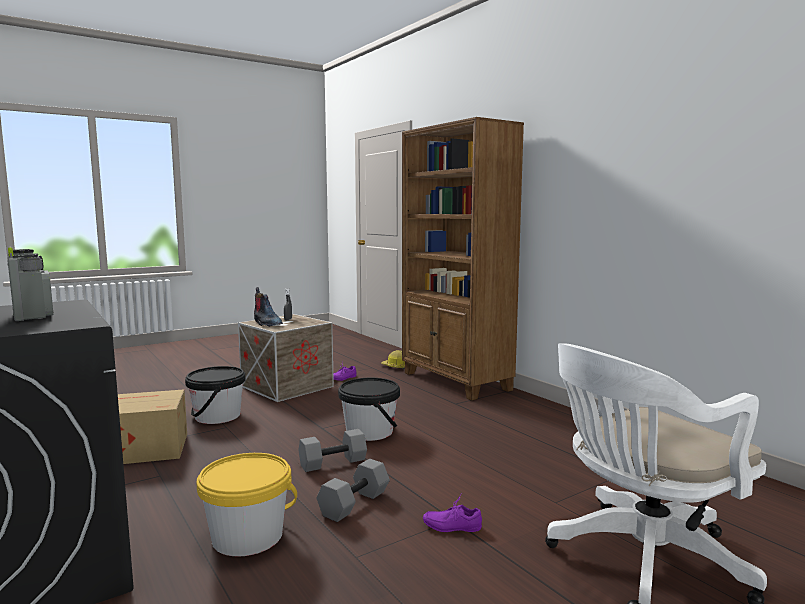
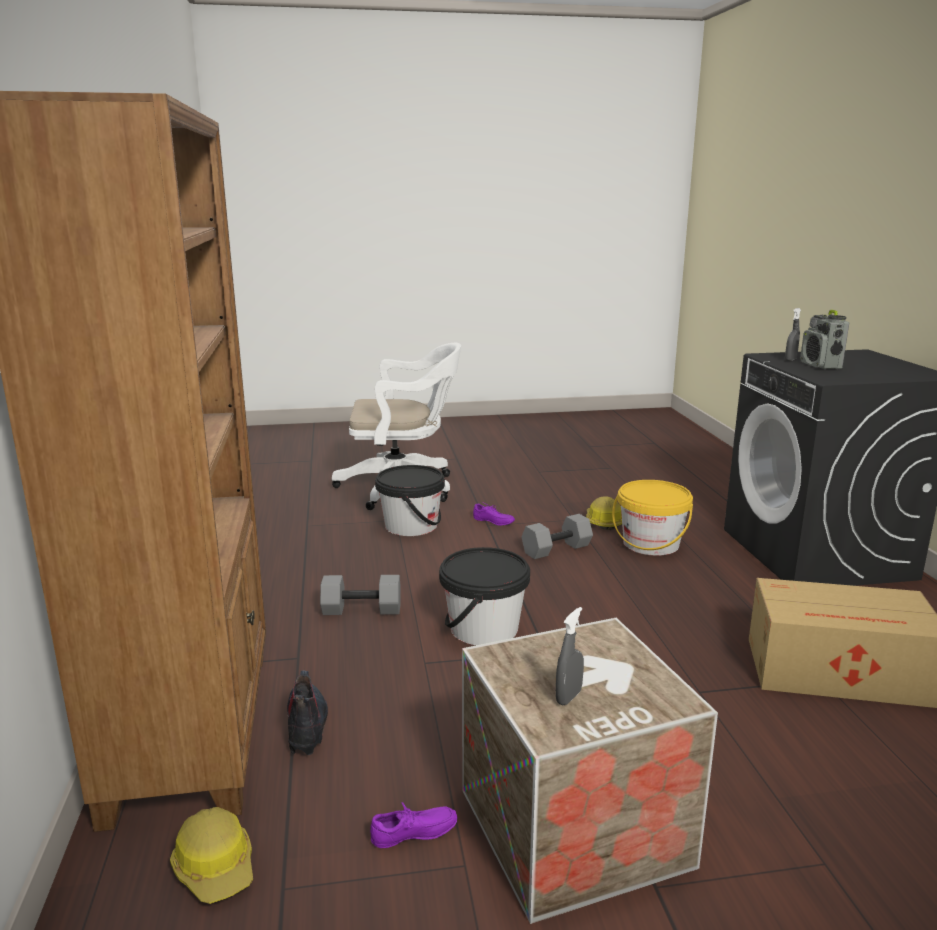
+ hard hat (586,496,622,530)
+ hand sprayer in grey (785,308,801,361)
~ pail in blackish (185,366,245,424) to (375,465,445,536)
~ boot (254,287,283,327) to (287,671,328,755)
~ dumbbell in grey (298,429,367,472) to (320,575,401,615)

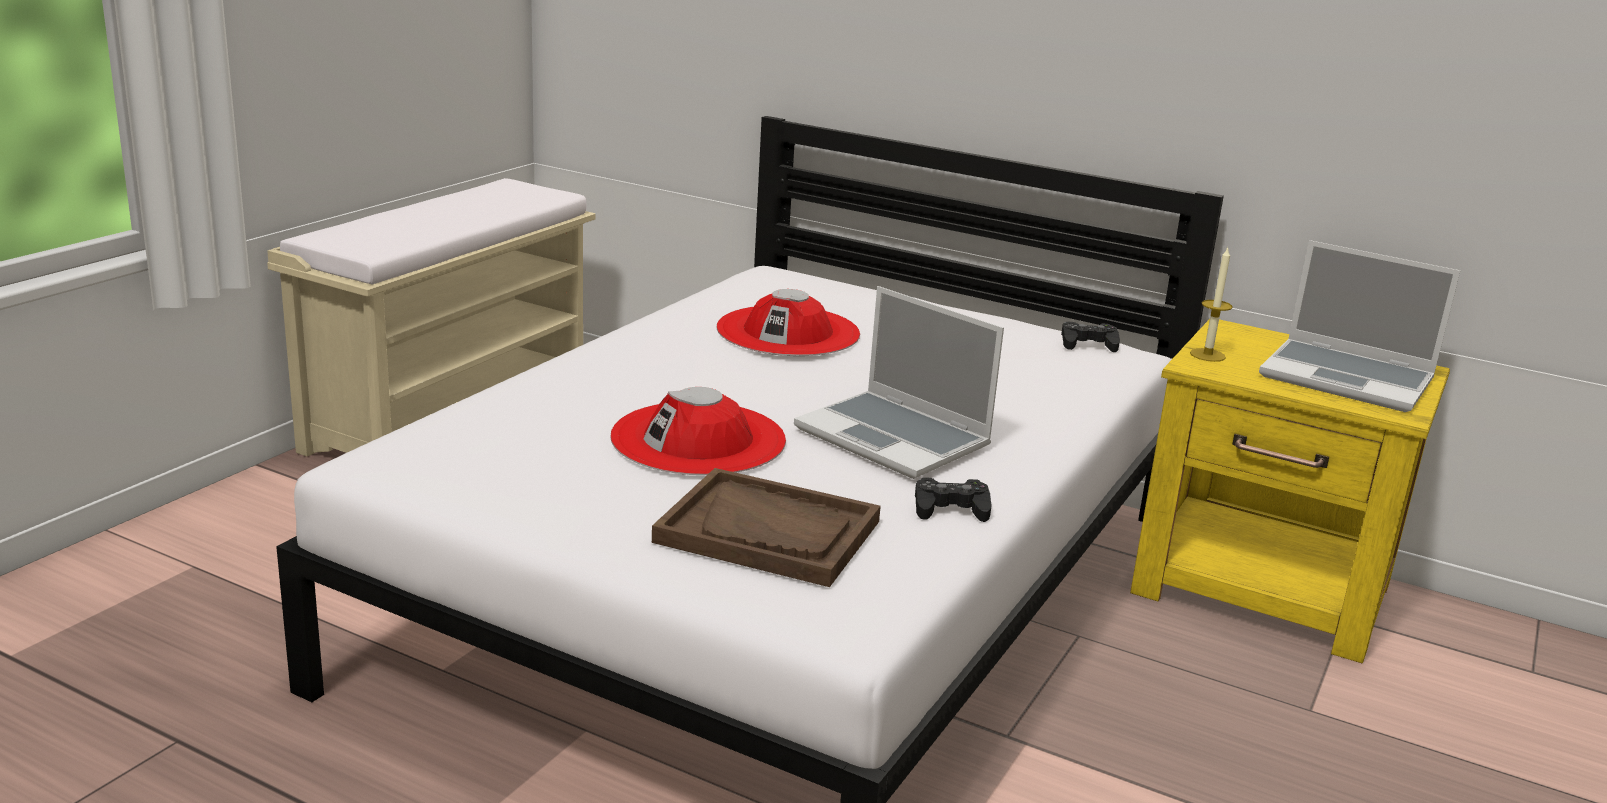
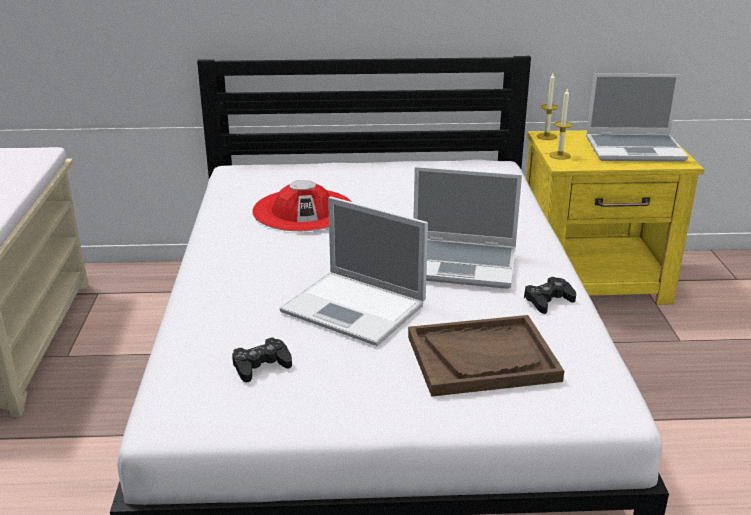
+ wax light (537,73,559,140)
~ gamepad in blackish (1061,322,1120,352) to (232,338,292,382)
~ wearable hat in reddish (610,387,786,475) to notebook computer (280,197,428,346)

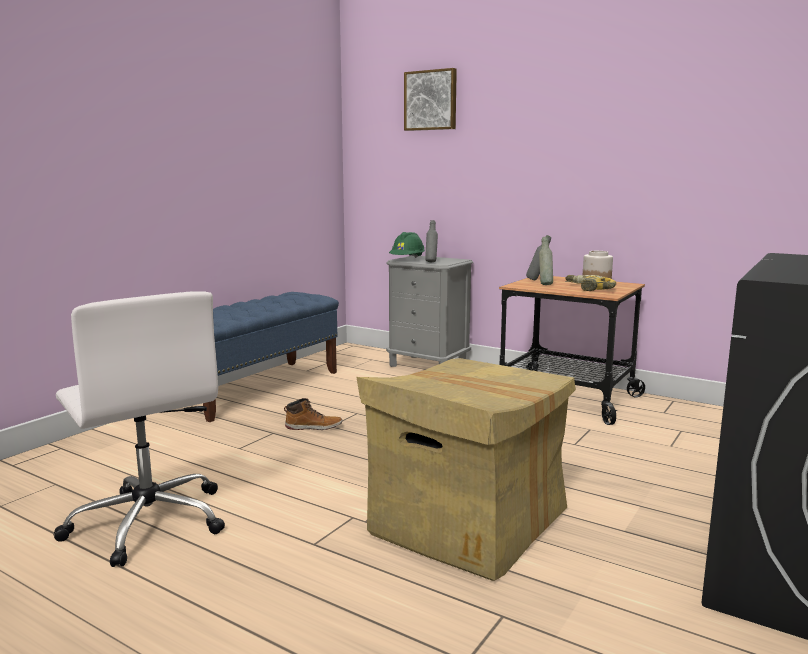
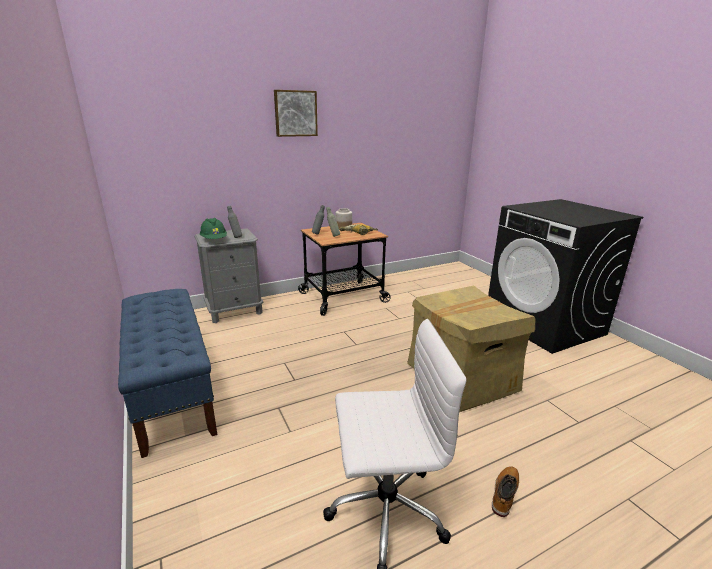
~ boot (284,398,342,430) to (492,466,519,517)
~ wall art (404,68,457,131) to (274,90,318,137)

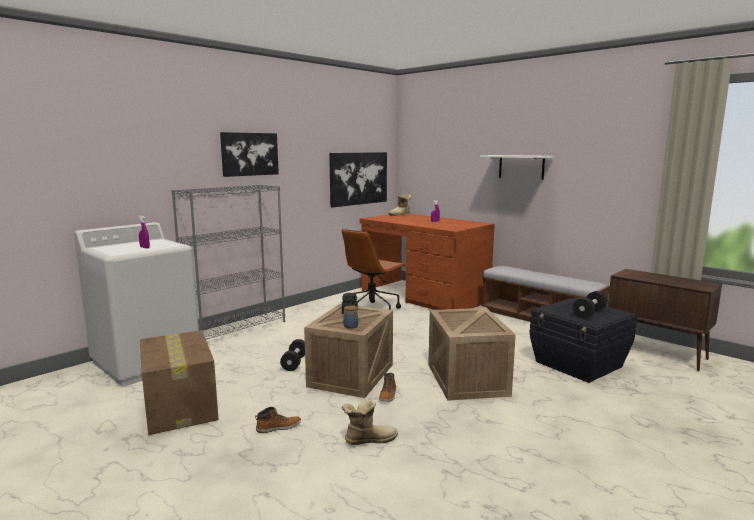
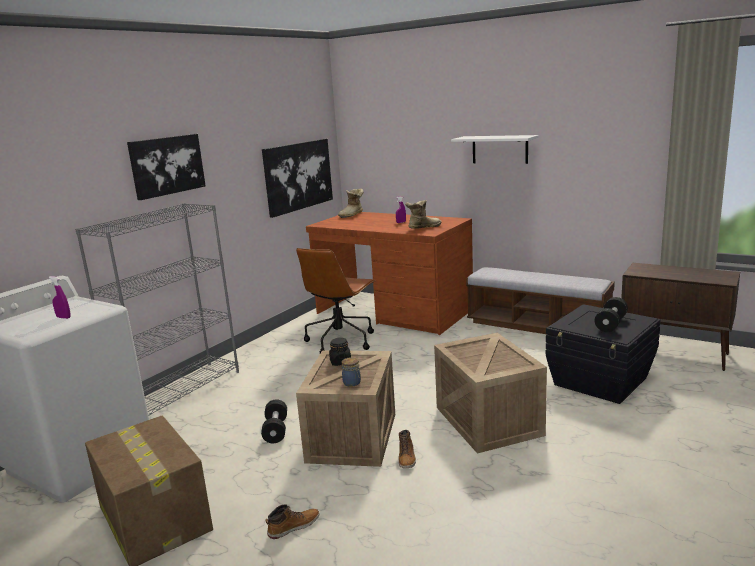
~ boot (342,400,398,445) to (405,200,442,229)

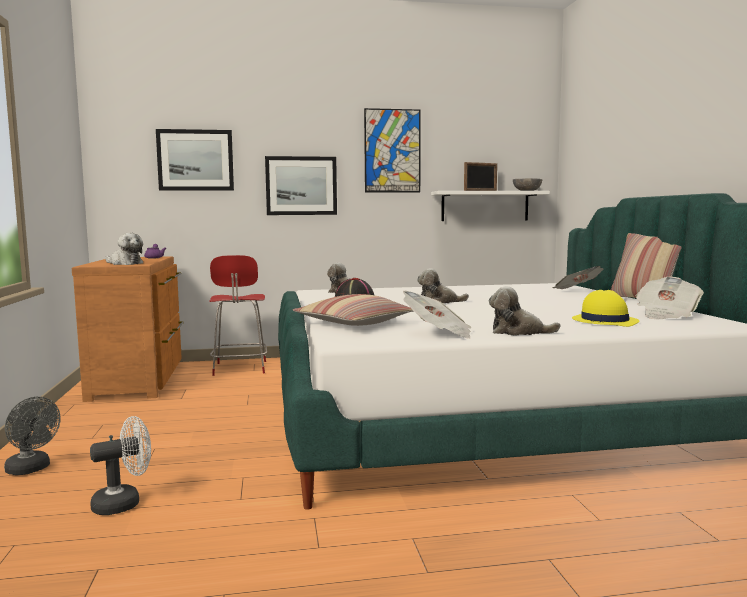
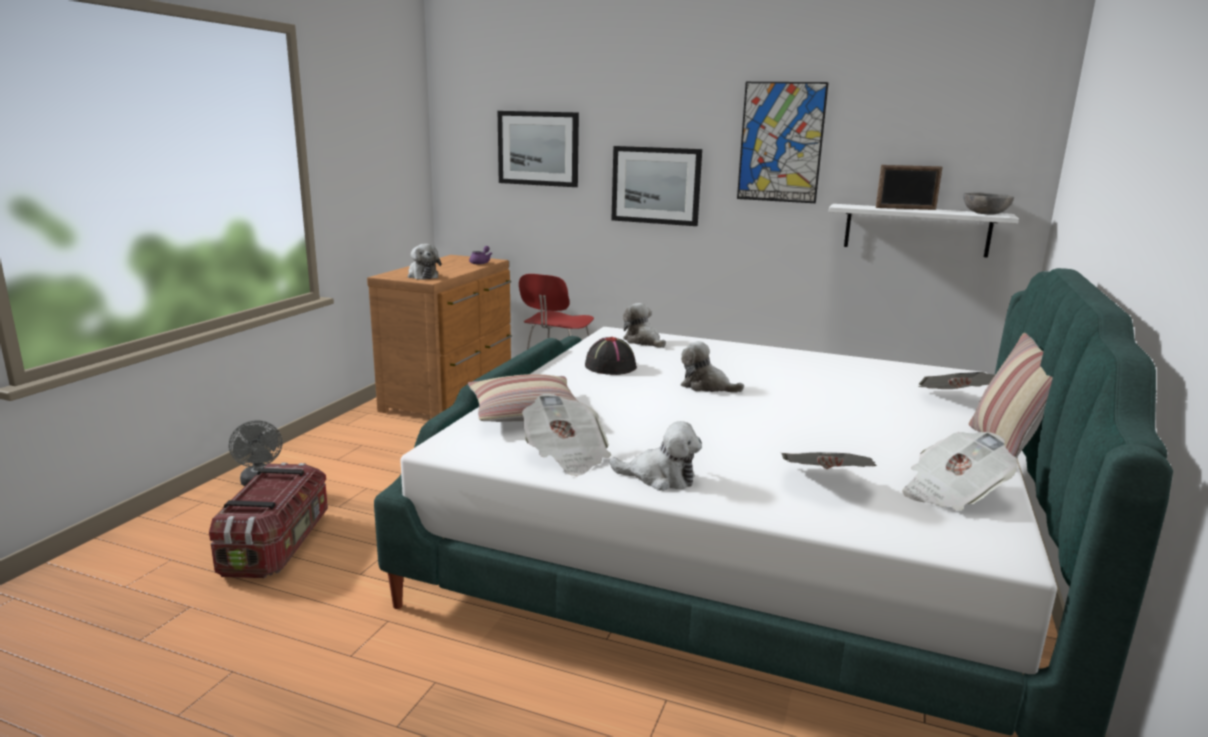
~ electric fan in white (90,416,151,515) to storage container (209,463,328,578)
~ wearable hat in yellow-coloured (572,290,639,327) to daily paper (781,452,877,469)
~ soft toy (489,286,560,336) = (610,421,702,491) 150 degrees clockwise

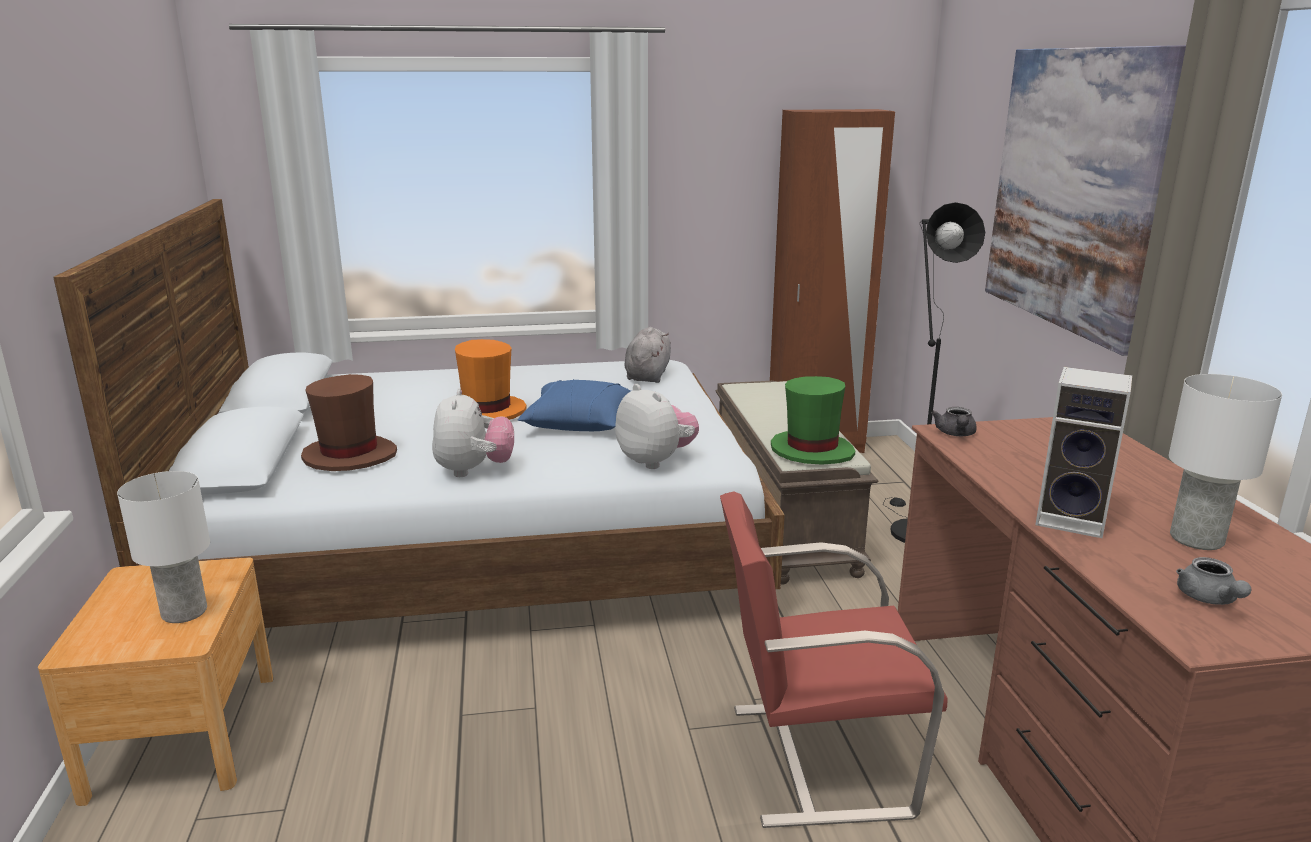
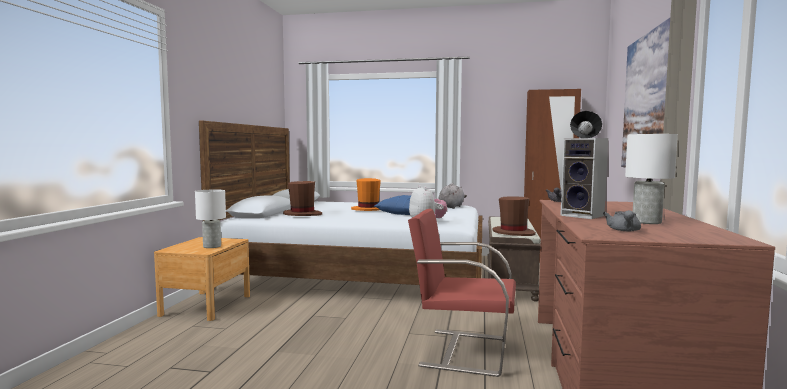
- soft toy (432,388,514,477)
~ wearable hat in green-coloured (771,376,855,465) to wearable hat in brownish (492,196,536,236)

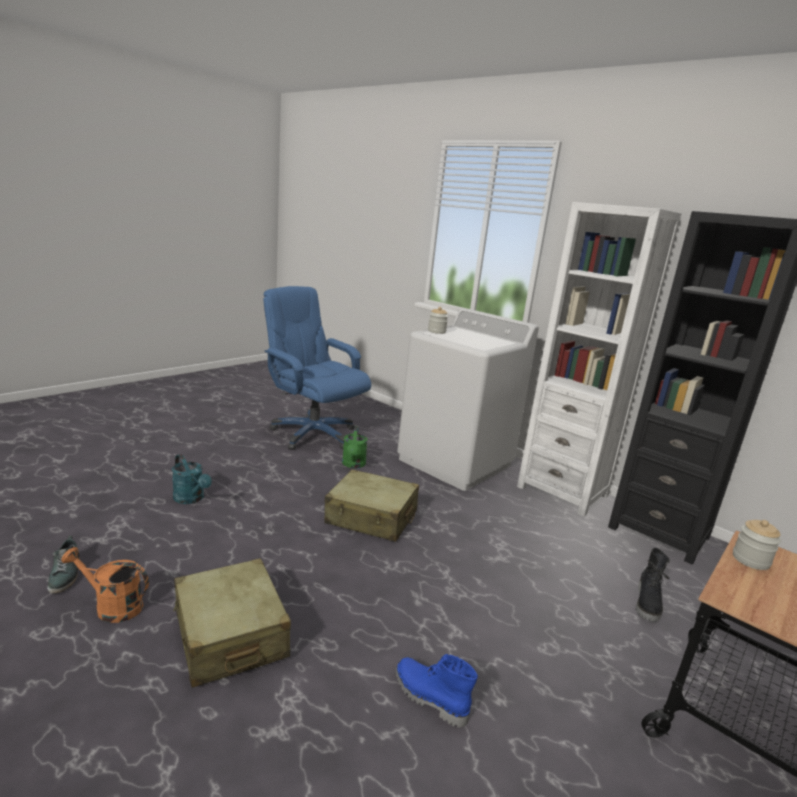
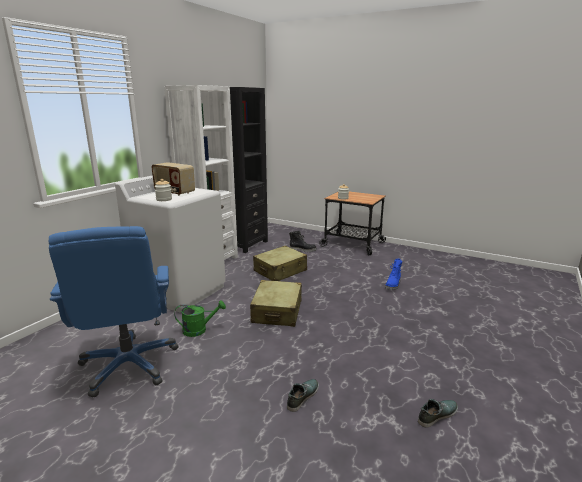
- sprinkling can in orange (61,547,149,623)
+ radio receiver (151,162,195,196)
~ travel case in beige (173,558,291,688) to (253,246,307,281)
~ sprinkling can in blue-green (172,454,212,504) to item of footwear (287,379,319,412)
~ computer chair in blue-coloured (263,286,371,450) = (48,226,179,398) 45 degrees counterclockwise

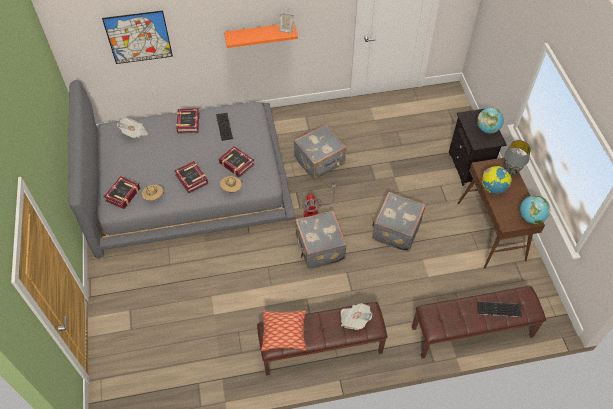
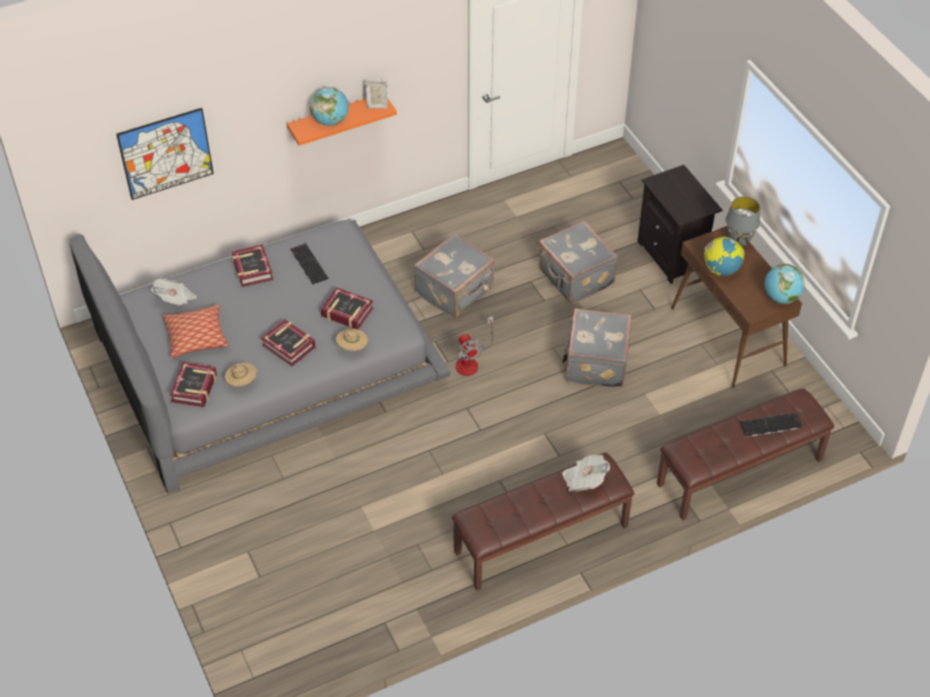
~ cushion (261,310,306,351) to (163,305,228,358)
~ travel case in grey (295,210,347,269) to (539,221,618,304)
~ globe (477,107,504,133) to (310,87,349,126)

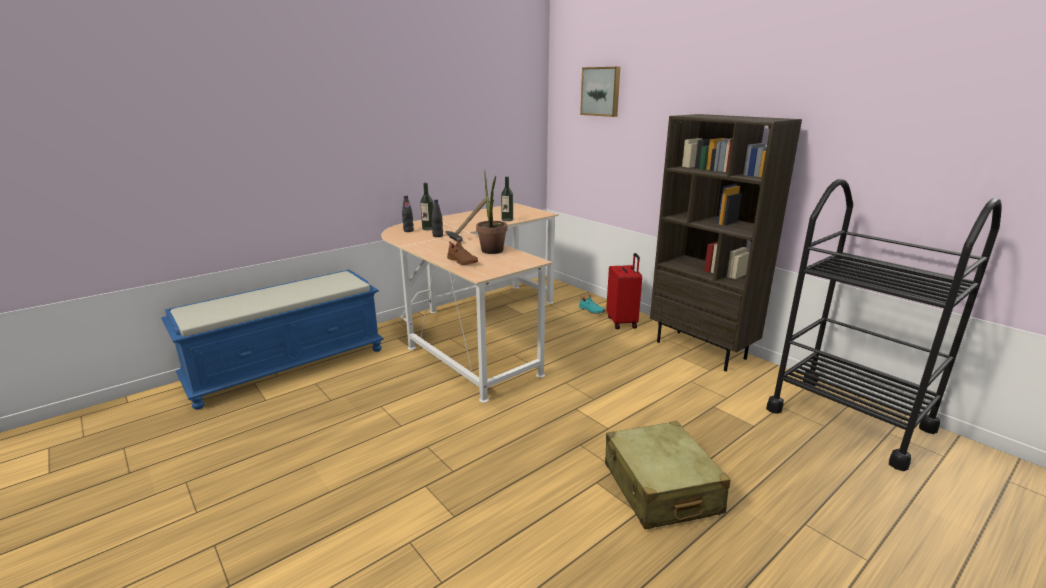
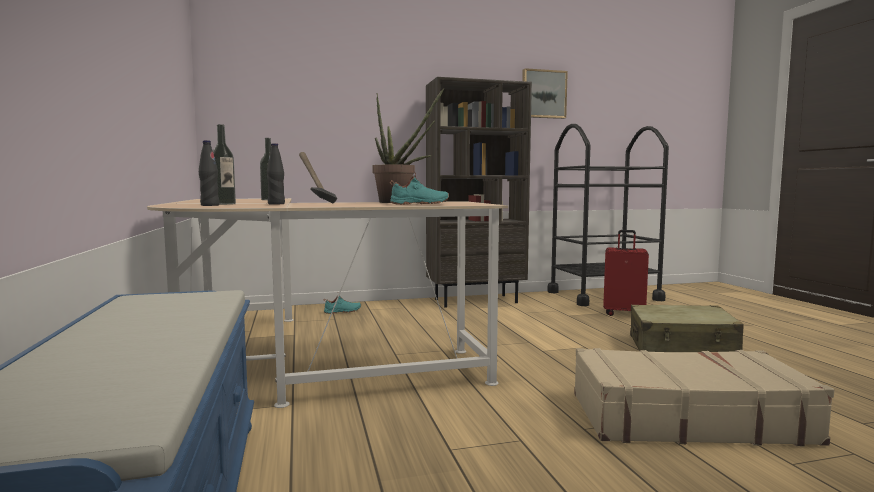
+ travel case in beige (574,348,835,447)
~ wall art (580,67,620,117) to (522,68,568,119)
~ travel case in reddish (606,253,642,329) to (603,230,649,316)
~ item of footwear in brownish (447,238,478,265) to item of footwear in blue-green (390,171,449,205)

